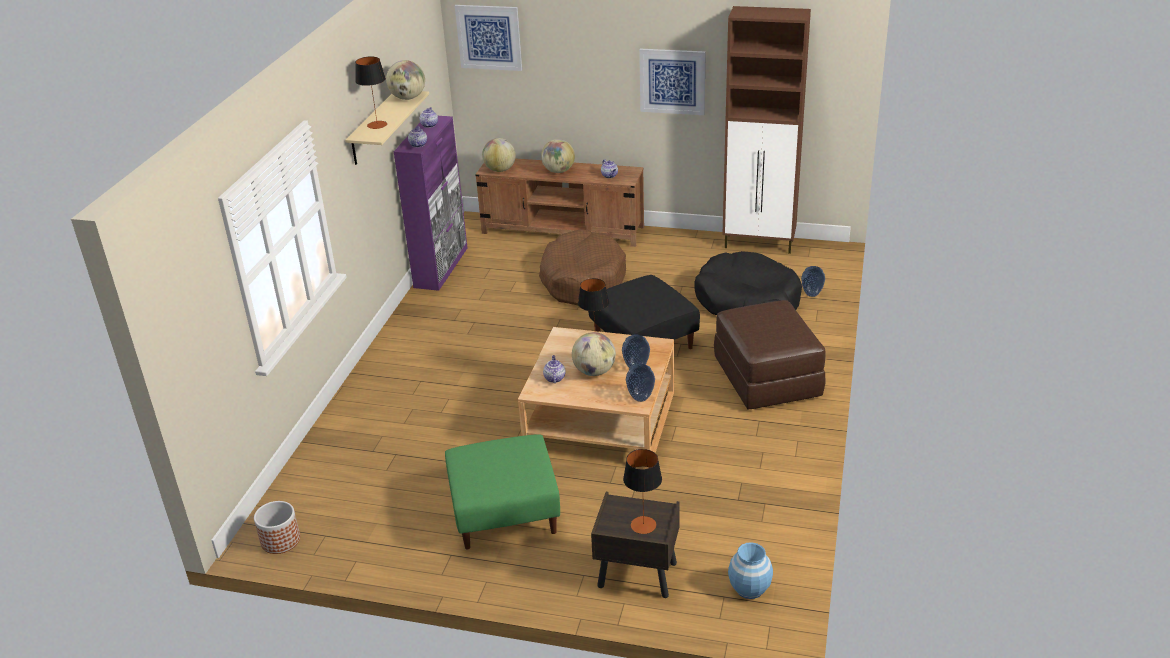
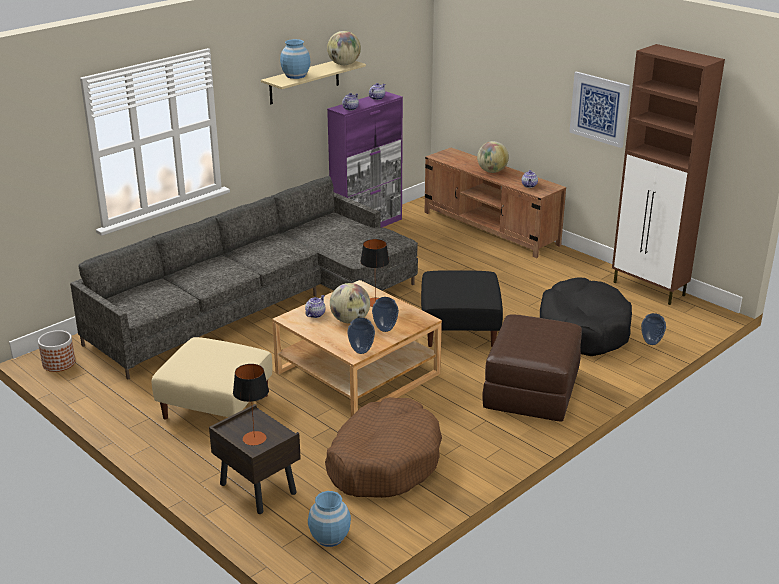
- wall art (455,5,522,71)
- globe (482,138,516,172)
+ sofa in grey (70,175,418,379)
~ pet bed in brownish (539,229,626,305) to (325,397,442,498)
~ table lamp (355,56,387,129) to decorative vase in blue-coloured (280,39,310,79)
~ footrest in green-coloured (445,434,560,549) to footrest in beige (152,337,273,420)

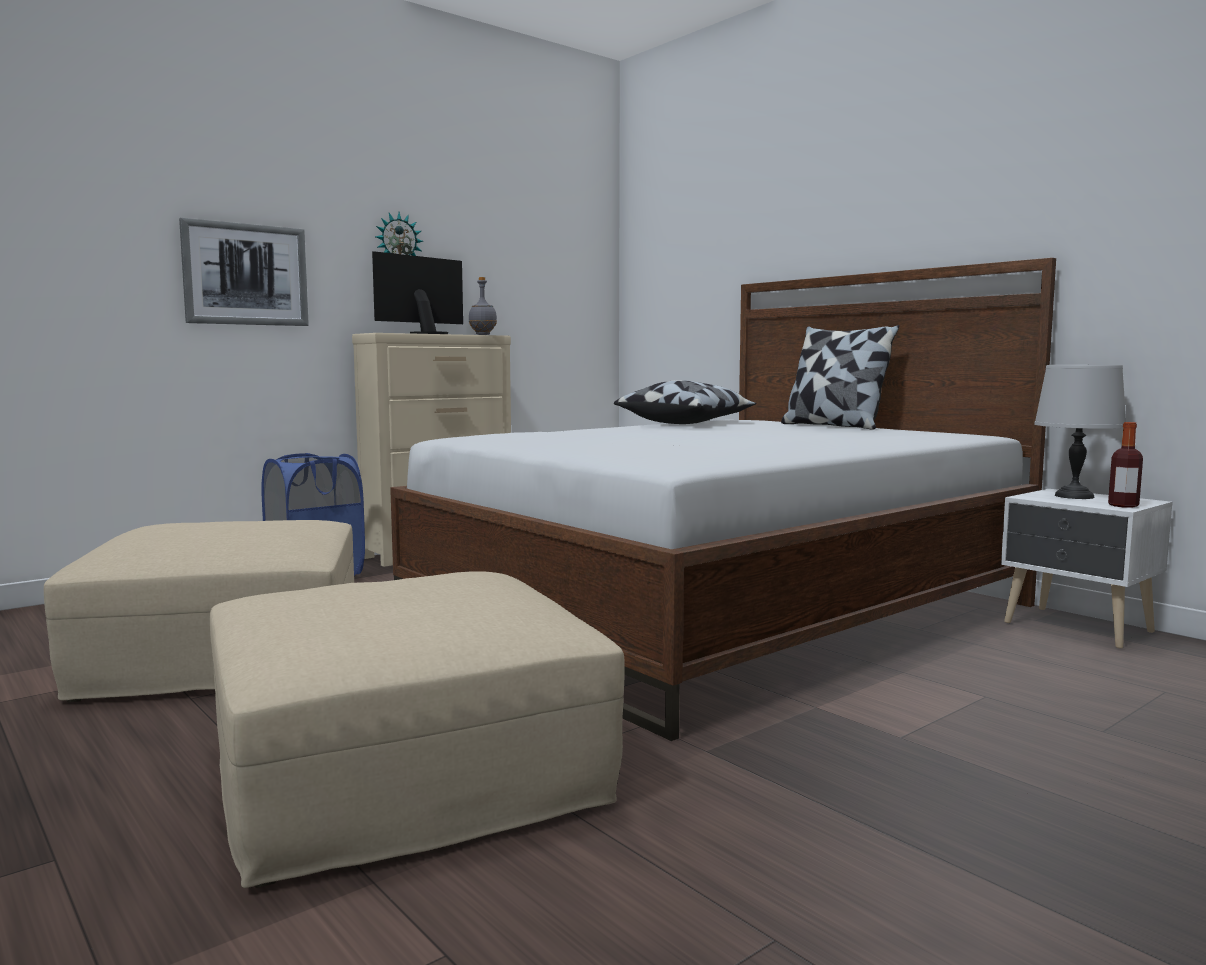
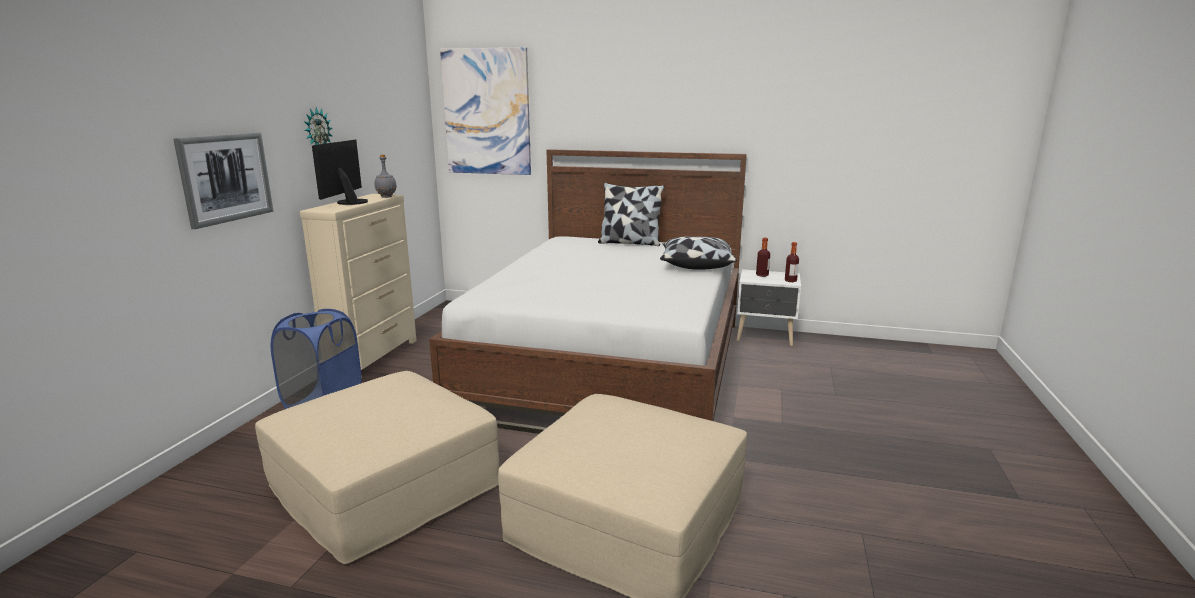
+ wall art (440,47,531,175)
~ cushion (614,380,756,424) to (660,236,737,270)
~ table lamp in grey (1034,365,1126,499) to bottle (756,238,770,277)

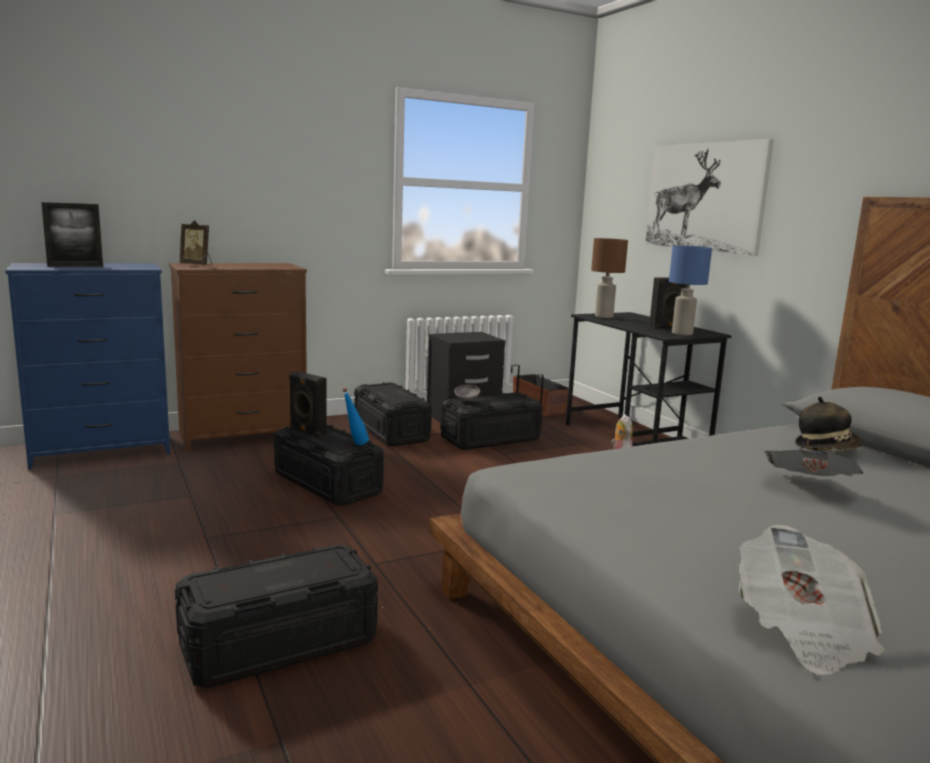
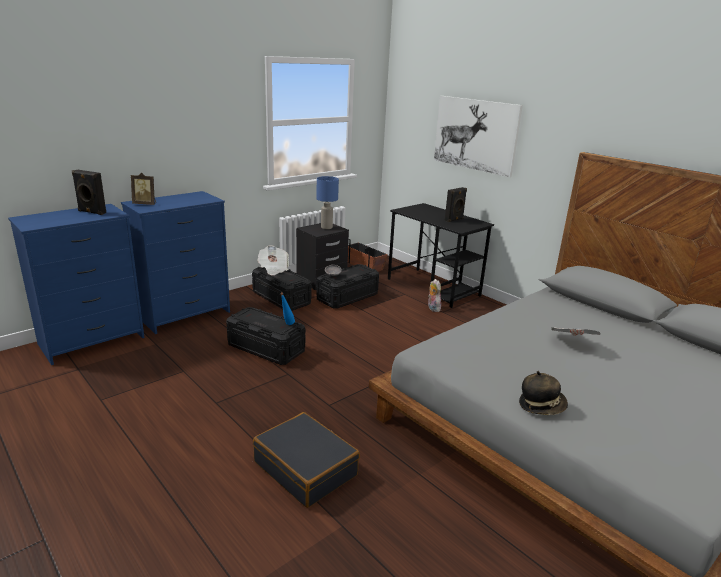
- photo frame (41,202,103,267)
- table lamp in brownish (591,238,628,318)
~ loudspeaker in blackish (289,371,327,437) to (72,170,106,215)
~ table lamp in blue-coloured (669,245,712,336) to (316,176,339,229)
~ daily paper (738,525,885,675) to (257,245,289,275)
~ wearable hat (795,397,862,451) to (519,371,568,415)
~ storage container in blackish (175,544,378,688) to travel case in blackish (253,412,360,508)
~ drawer chest in brownish (169,263,307,452) to drawer chest in blue-coloured (121,191,230,334)

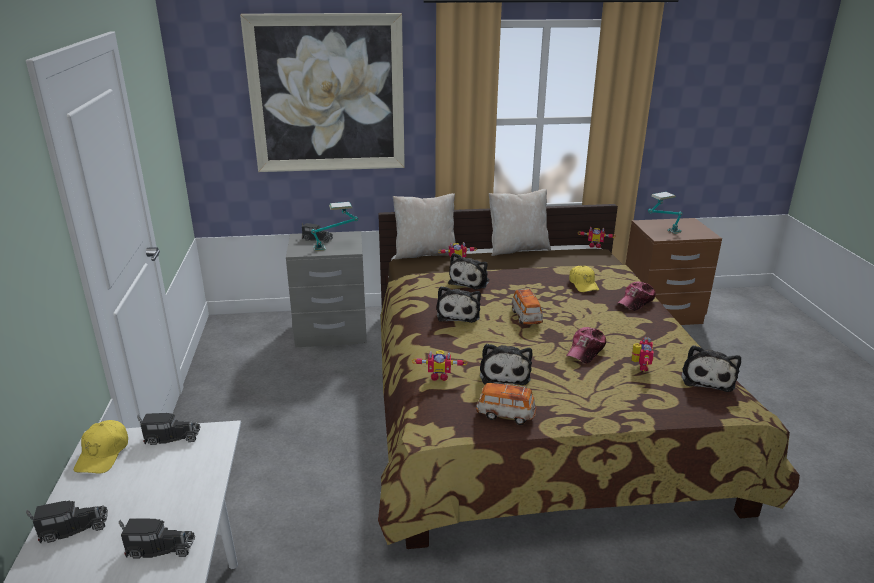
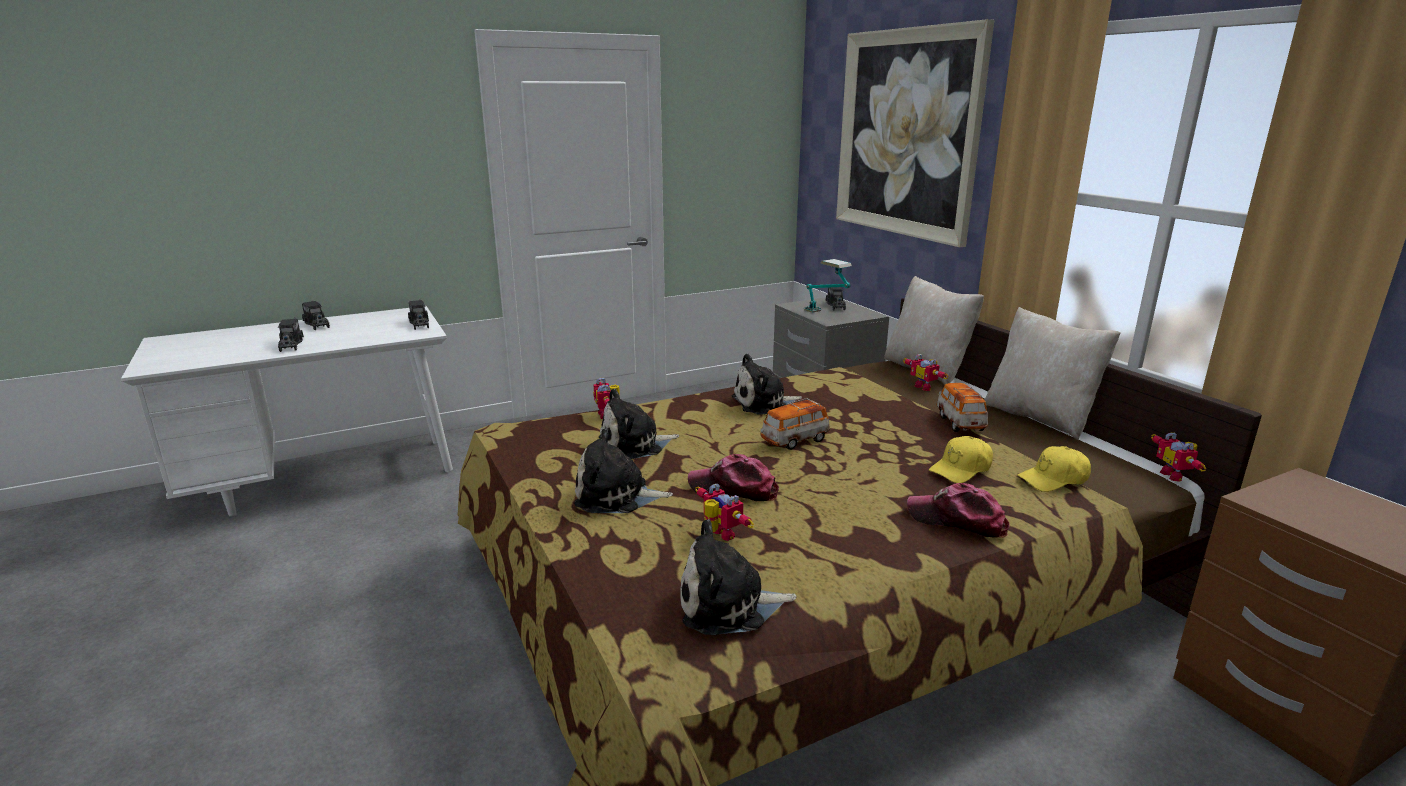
- table lamp (648,192,683,234)
~ cap in yellow-coloured (74,420,128,474) to (1017,446,1091,492)
~ soft toy (448,253,489,290) to (574,428,673,513)
~ toy car (476,383,536,425) to (936,383,988,432)
~ model robot (631,337,654,372) = (695,484,754,541) 120 degrees counterclockwise

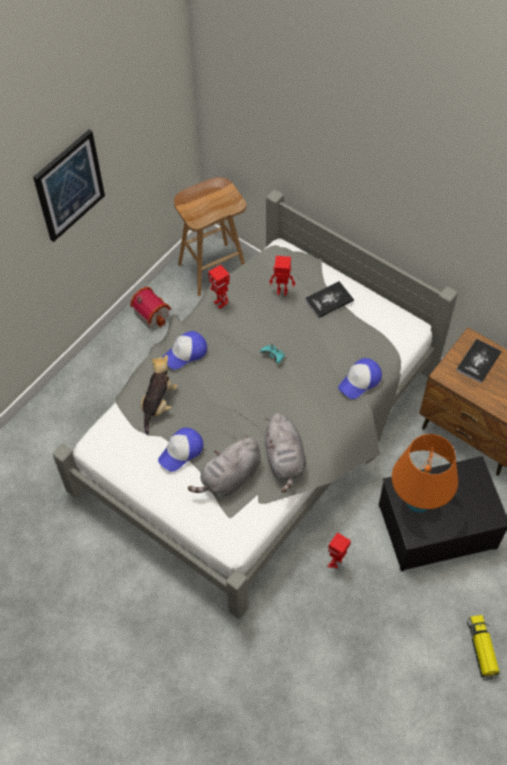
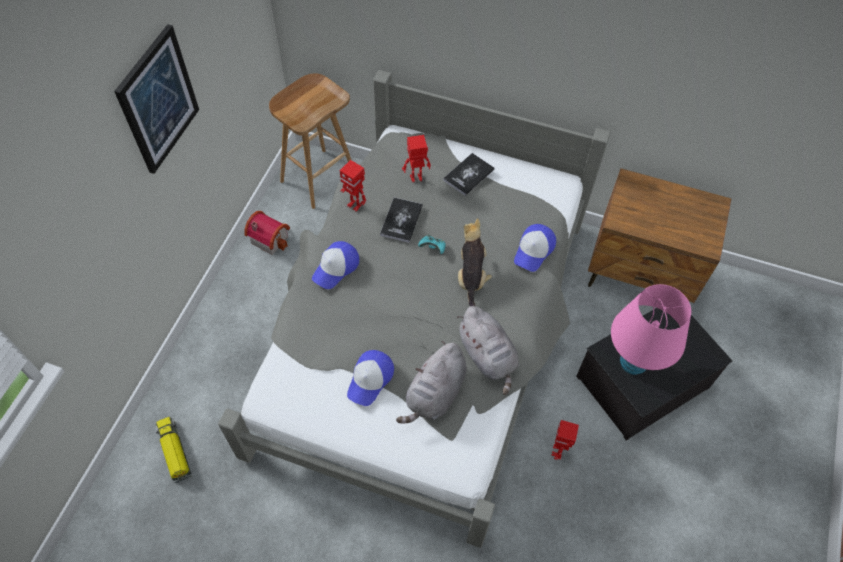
~ soft toy (141,355,178,435) to (458,218,492,306)
~ volume (456,338,502,383) to (380,198,423,243)
~ model truck (467,615,499,680) to (155,417,191,483)
~ table lamp in orange (392,434,458,513) to table lamp in pink-coloured (611,284,691,375)

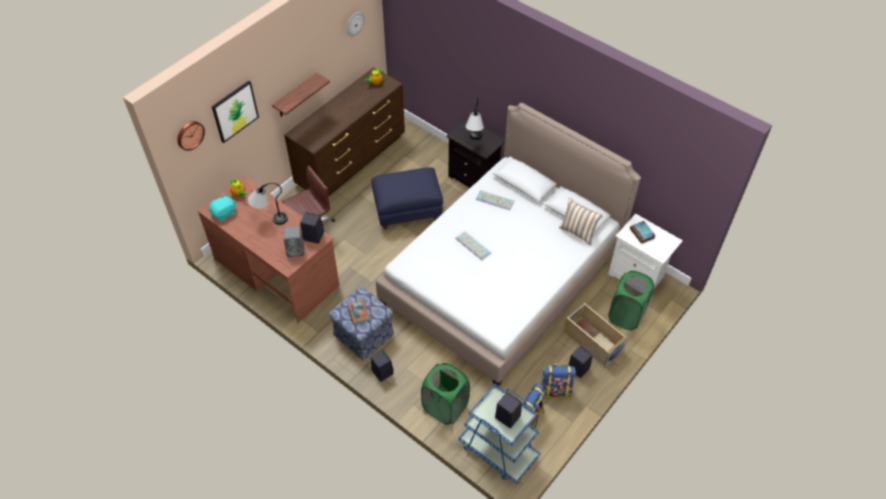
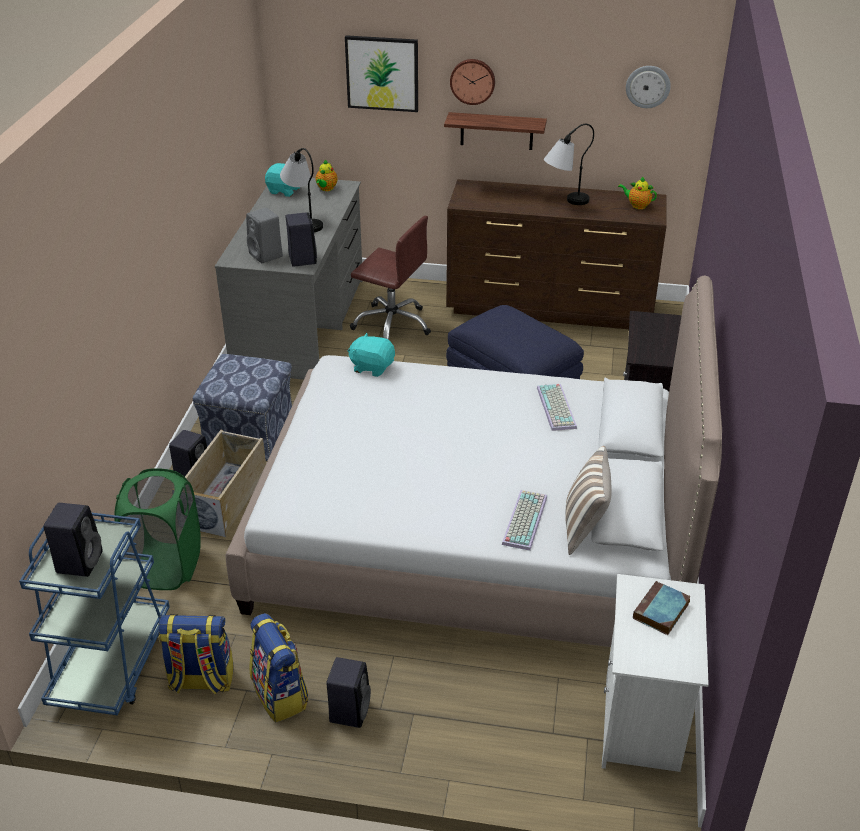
- volume (347,299,370,325)
- hamper in green-coloured (608,271,655,331)
+ soft toy in blue-green (348,333,395,377)
~ hanging clock (177,121,205,151) to (450,59,495,105)
~ keyboard (455,231,491,260) to (502,490,547,551)
~ table lamp (465,97,484,140) to (544,124,594,205)
~ storage container in beige (564,303,628,368) to (185,430,266,537)
~ desk in brownish (198,176,340,323) to desk in grey (215,178,363,380)

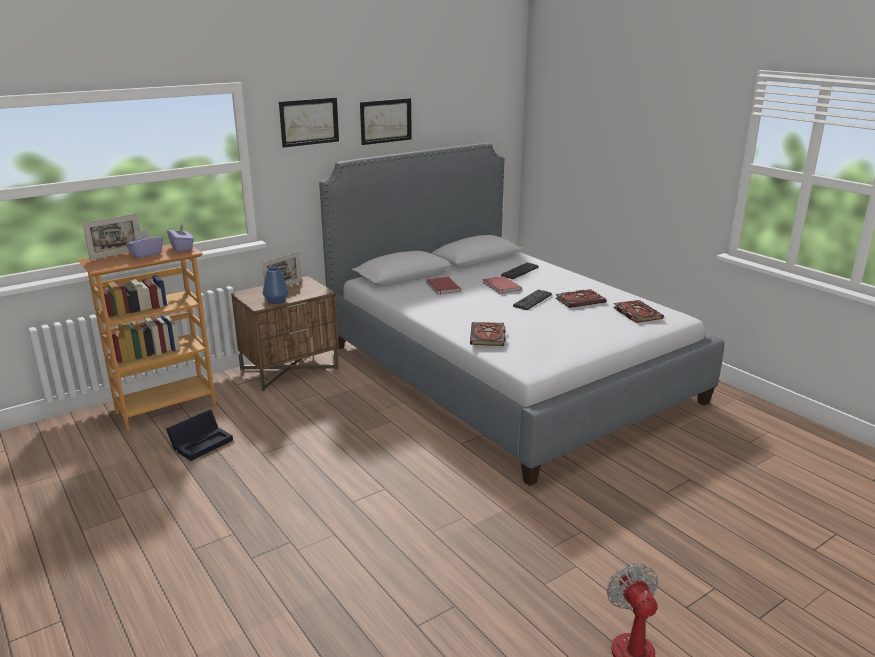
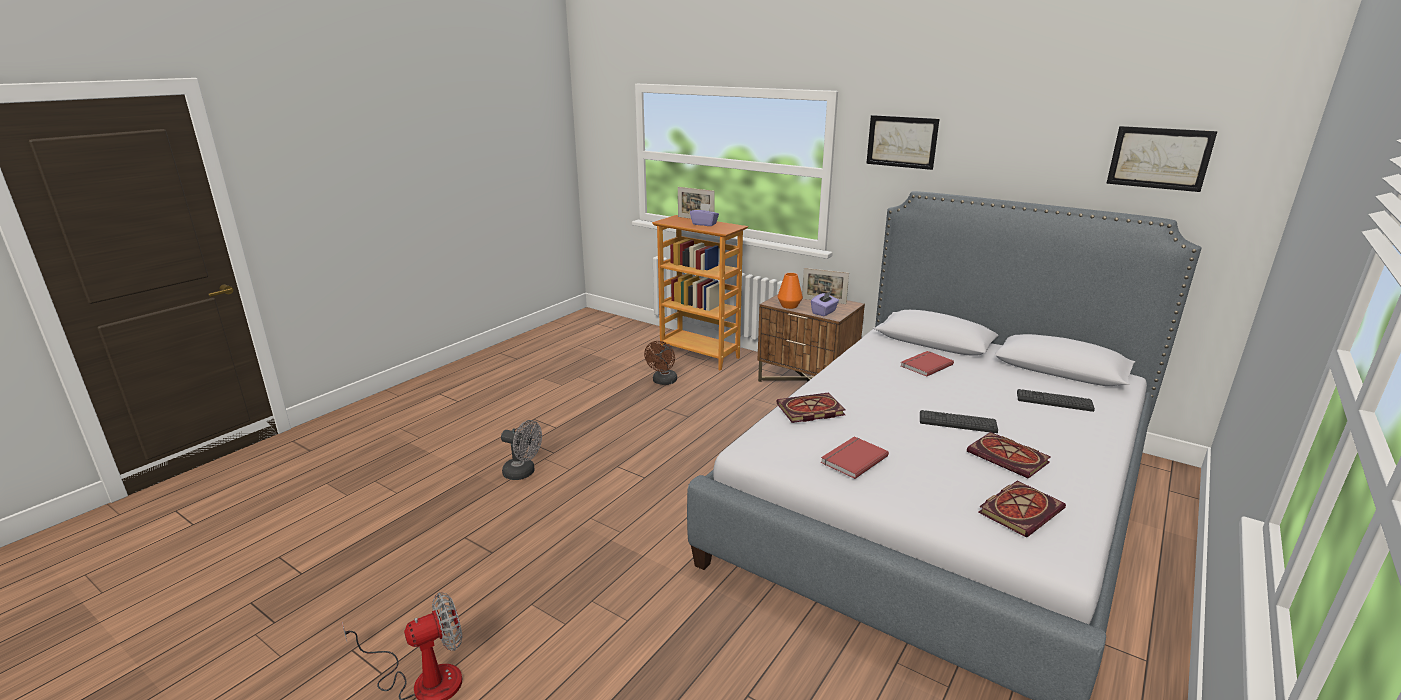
+ electric fan in grey (501,420,542,480)
~ box of tissues in purplish (167,224,194,252) to (811,291,839,316)
~ wall art (360,98,412,145) to (1106,126,1217,192)
~ volume in reddish (483,276,522,294) to (821,436,889,479)
~ storage container in blackish (166,410,233,461) to electric fan in brownish (644,341,677,385)
~ decorative vase in blue-coloured (263,267,289,304) to decorative vase in orange (777,273,803,309)

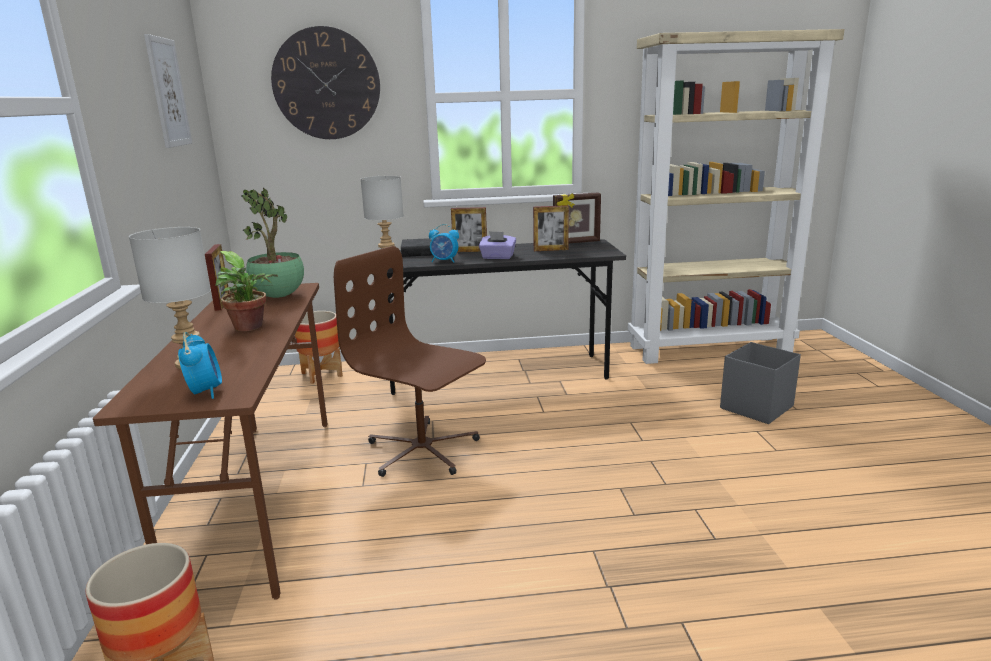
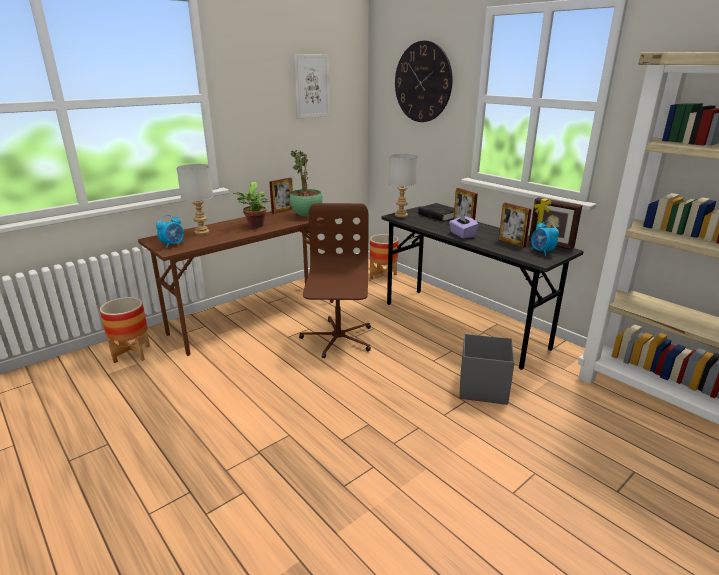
~ bedside clock (429,224,459,263) to (531,220,559,256)
~ storage container in grey (720,342,801,424) to (459,334,515,405)

